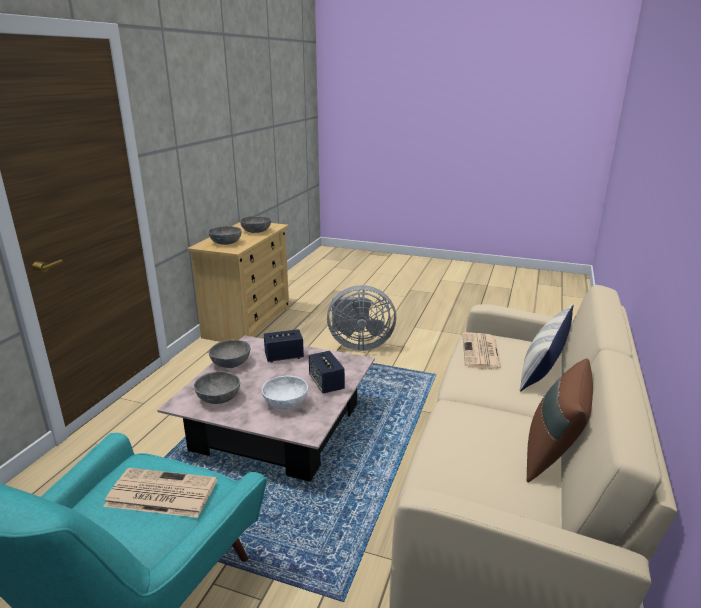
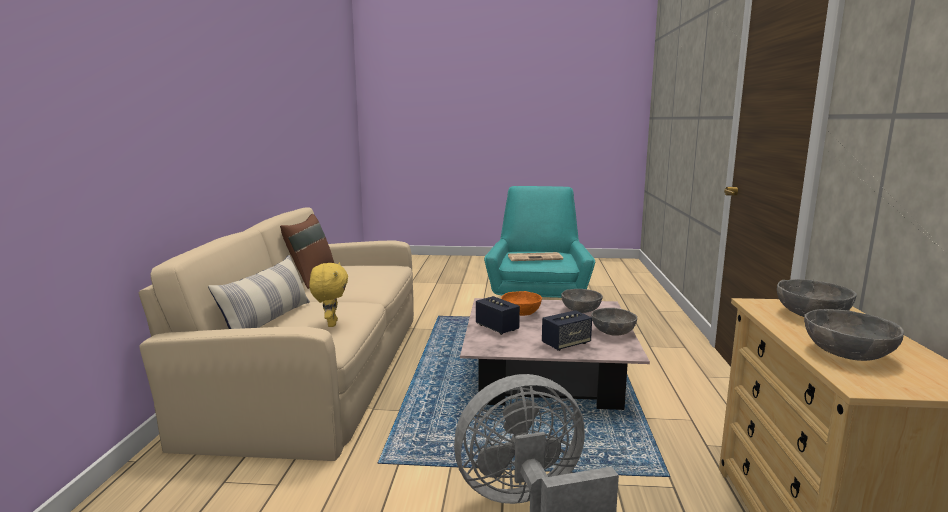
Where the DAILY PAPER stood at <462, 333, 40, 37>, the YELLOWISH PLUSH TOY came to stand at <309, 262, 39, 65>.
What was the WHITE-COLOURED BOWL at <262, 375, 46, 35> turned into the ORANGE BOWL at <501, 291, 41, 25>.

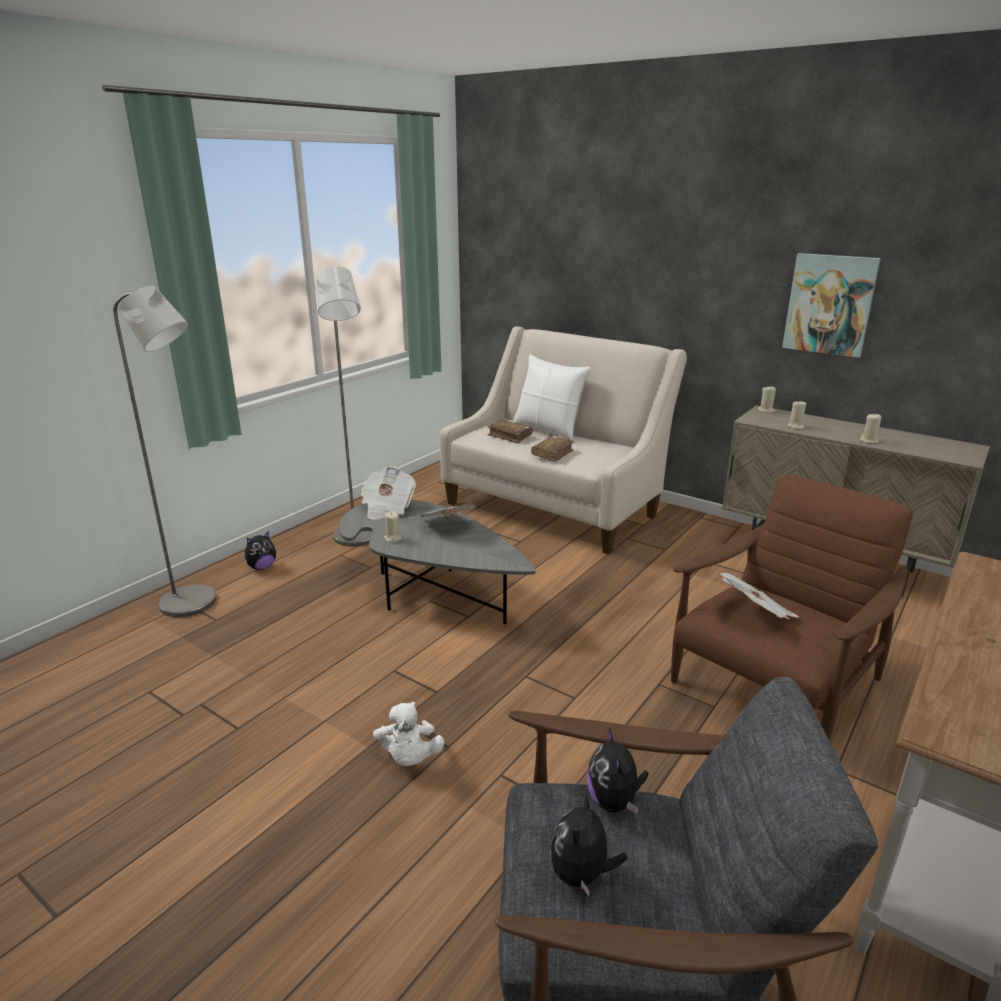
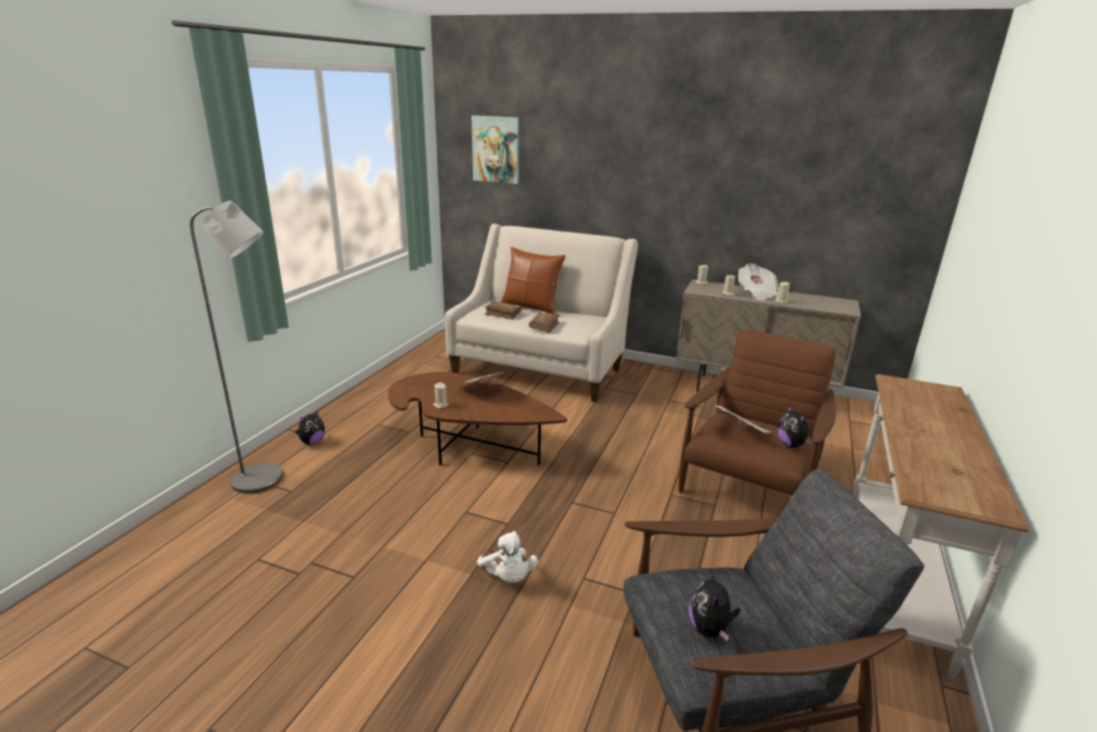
The WALL PICTURE ended up elsewhere, having gone from <782, 253, 99, 105> to <472, 115, 47, 69>.
The second view lost the GREY STANDING LAMP at <316, 266, 57, 280>.
What was the WHITE-COLOURED PILLOW at <513, 355, 78, 85> turned into the BROWN PILLOW at <501, 247, 65, 67>.
The DAILY PAPER ended up elsewhere, having gone from <360, 466, 56, 54> to <738, 264, 41, 36>.
What was the GREY COFFEE TABLE at <339, 500, 197, 124> turned into the BROWN COFFEE TABLE at <388, 372, 179, 93>.
The PLUSH TOY ended up elsewhere, having gone from <587, 728, 62, 86> to <777, 404, 36, 44>.

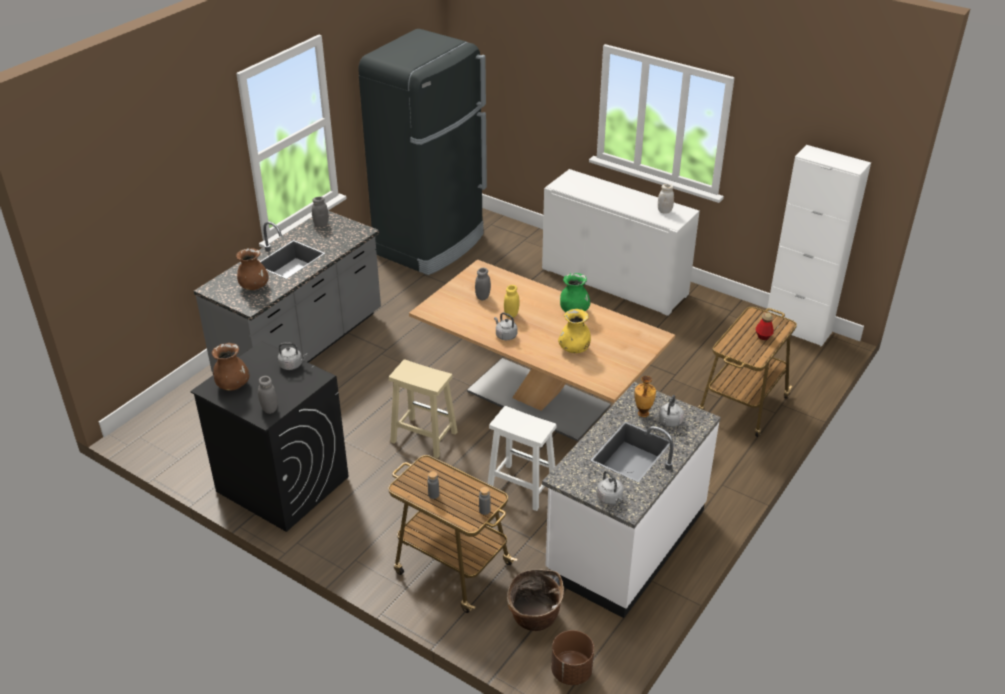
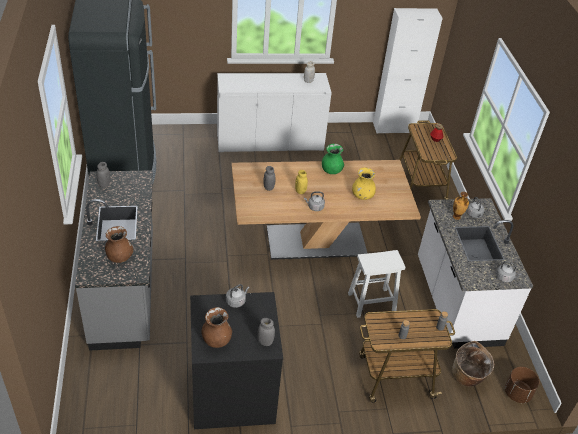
The second view lost the BEIGE-COLOURED STOOL SEAT at <389, 359, 69, 99>.

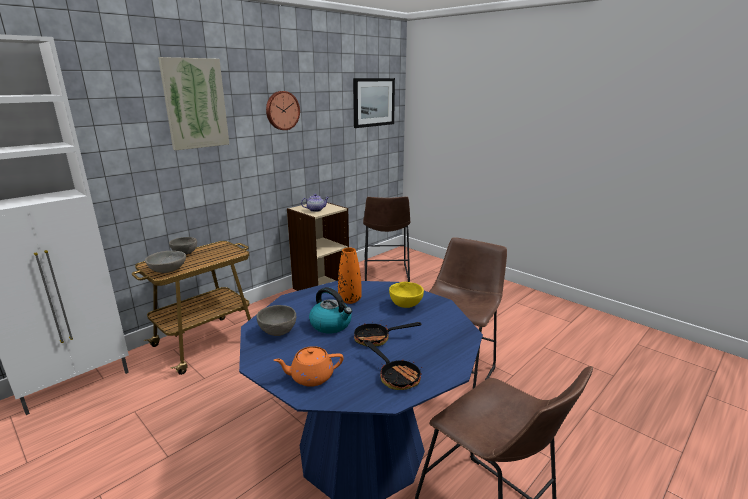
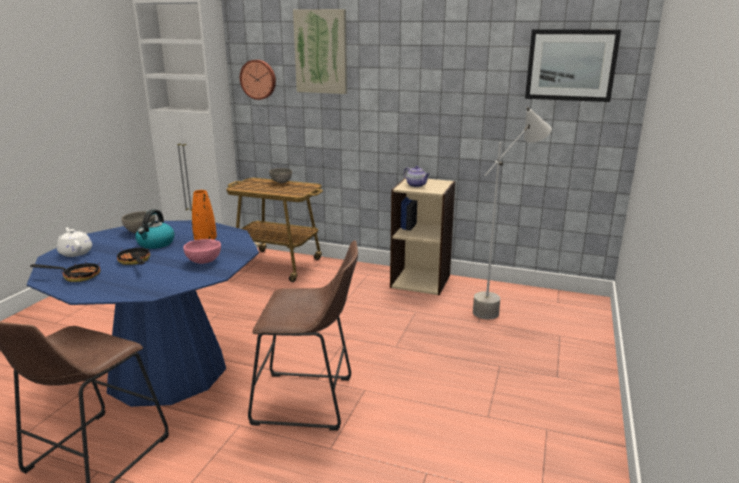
The CLOCK ON THE WALL ended up elsewhere, having gone from <266, 91, 34, 39> to <240, 60, 36, 40>.
Where the BROWN STOOL SEAT stood at <363, 196, 48, 86>, the GREY STANDING LAMP came to stand at <473, 107, 79, 212>.
The second view lost the GREY BOWL at <145, 251, 41, 22>.
What was the YELLOWISH BOWL at <389, 282, 35, 26> turned into the PINK-COLOURED BOWL at <183, 239, 38, 25>.
The FRYING PAN at <364, 340, 58, 50> ended up facing another way, 120 degrees counterclockwise from before.
What was the ORANGE TEA POT at <274, 346, 70, 41> turned into the WHITE-COLOURED TEA POT at <57, 227, 35, 30>.

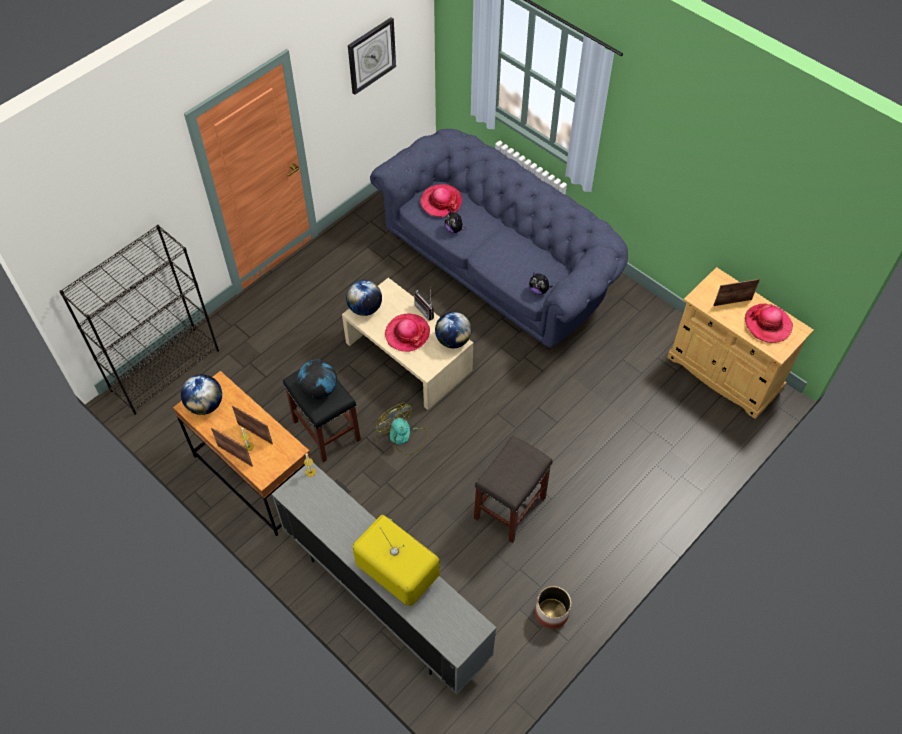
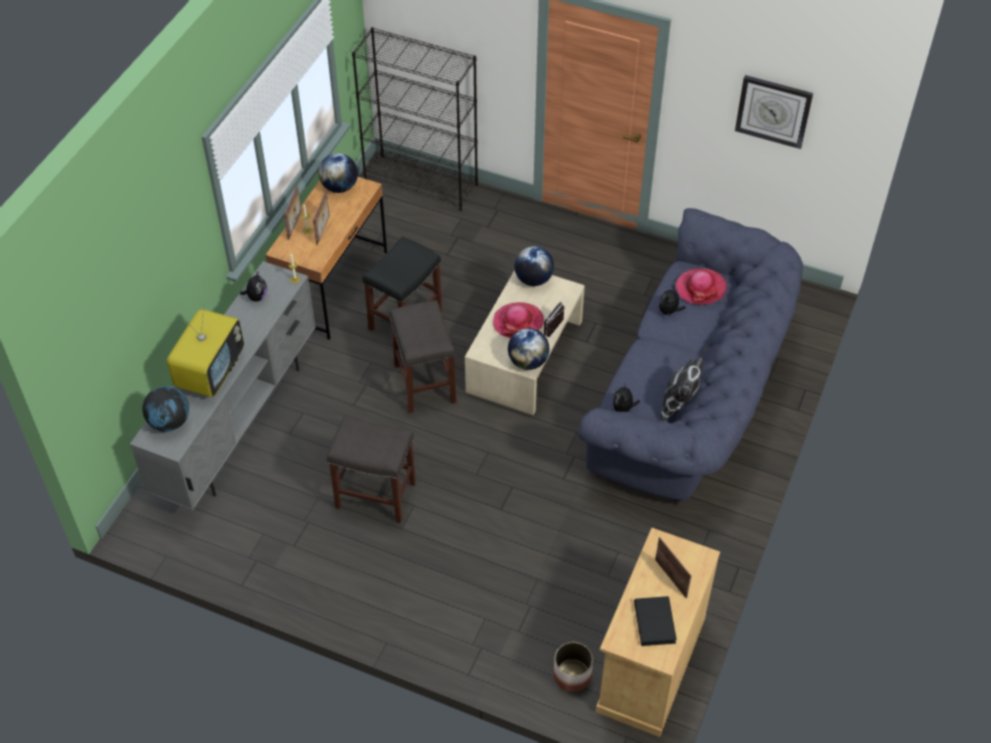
Where the HAT stood at <745, 304, 48, 39>, the BLACKISH VOLUME came to stand at <634, 596, 43, 50>.
The GLOBE ended up elsewhere, having gone from <297, 360, 40, 39> to <142, 386, 47, 46>.
Where the ELECTRIC FAN stood at <375, 403, 54, 52>, the GREY STOOL SEAT came to stand at <390, 300, 66, 113>.
The PLANTER ended up elsewhere, having gone from <535, 586, 36, 43> to <553, 642, 40, 50>.
The second view gained the PLUSH TOY at <240, 272, 27, 30>.
The second view gained the PILLOW at <660, 347, 48, 74>.

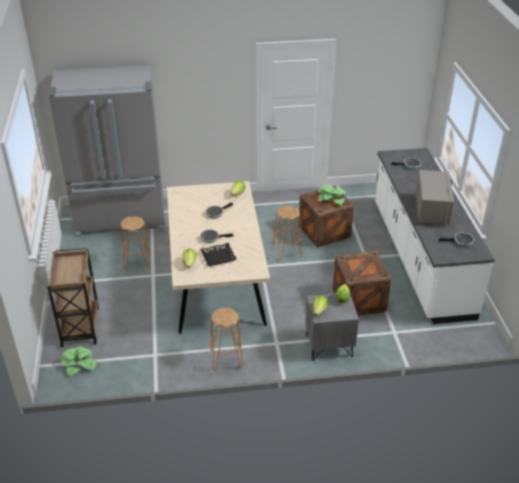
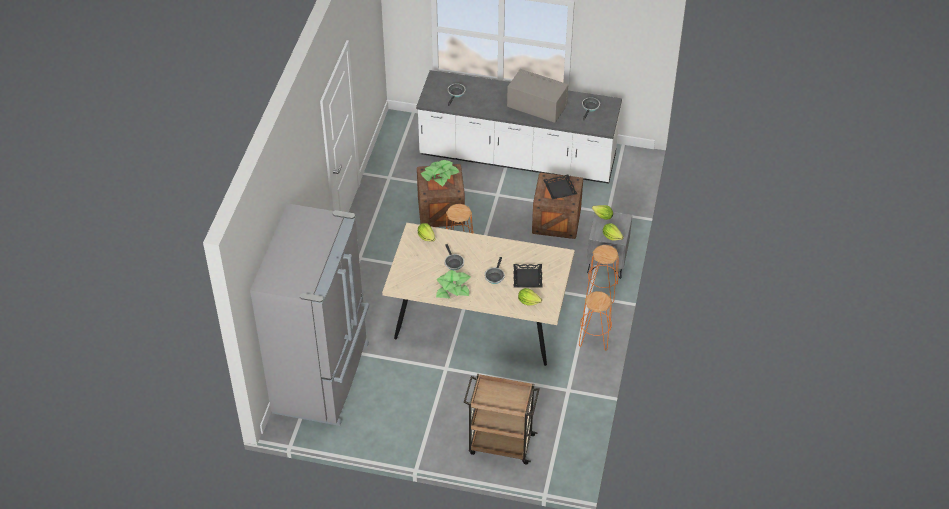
The ORANGE STOOL SEAT ended up elsewhere, having gone from <120, 216, 30, 56> to <586, 245, 33, 58>.
The POTTED PLANT ended up elsewhere, having gone from <61, 346, 36, 31> to <436, 270, 34, 29>.
The second view gained the BLACKISH SERVING TRAY at <543, 175, 34, 24>.

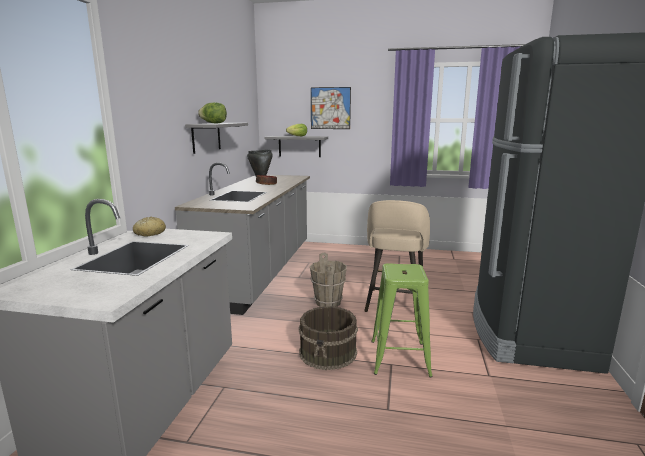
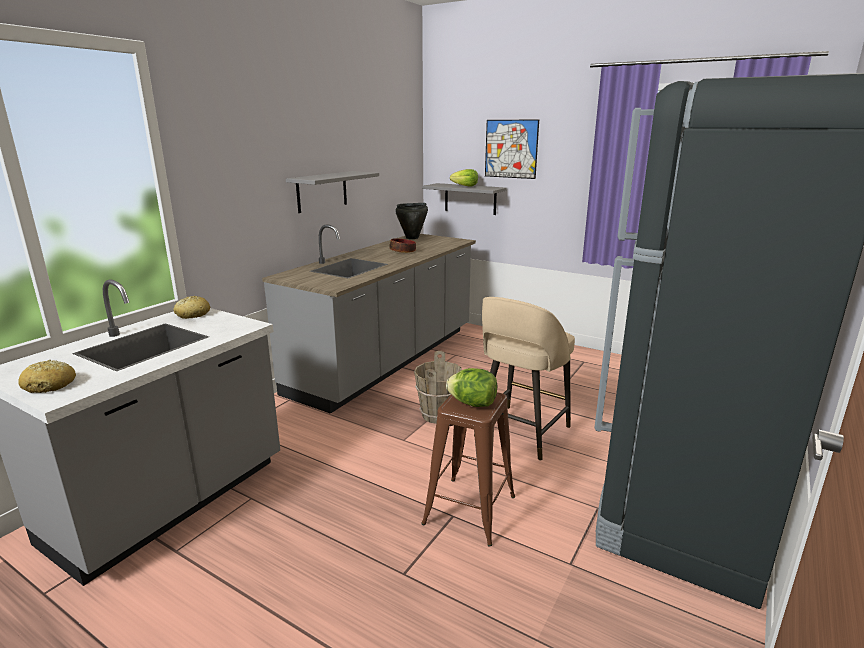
The LETTUCE HEAD ended up elsewhere, having gone from <198, 102, 29, 22> to <446, 368, 51, 39>.
What was the GREENISH STOOL SEAT at <371, 263, 62, 115> turned into the BROWN STOOL SEAT at <421, 392, 94, 155>.
The second view lost the BROWN PAIL at <299, 306, 59, 64>.
The second view gained the BAKED BREAD at <18, 360, 58, 33>.

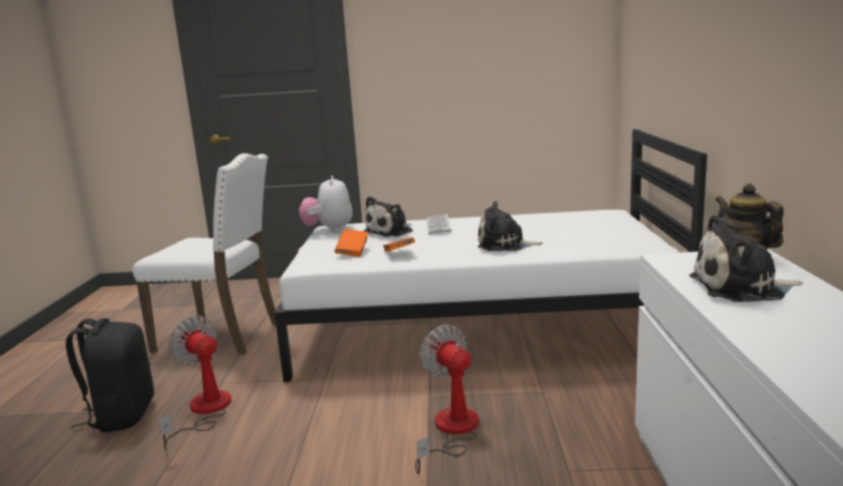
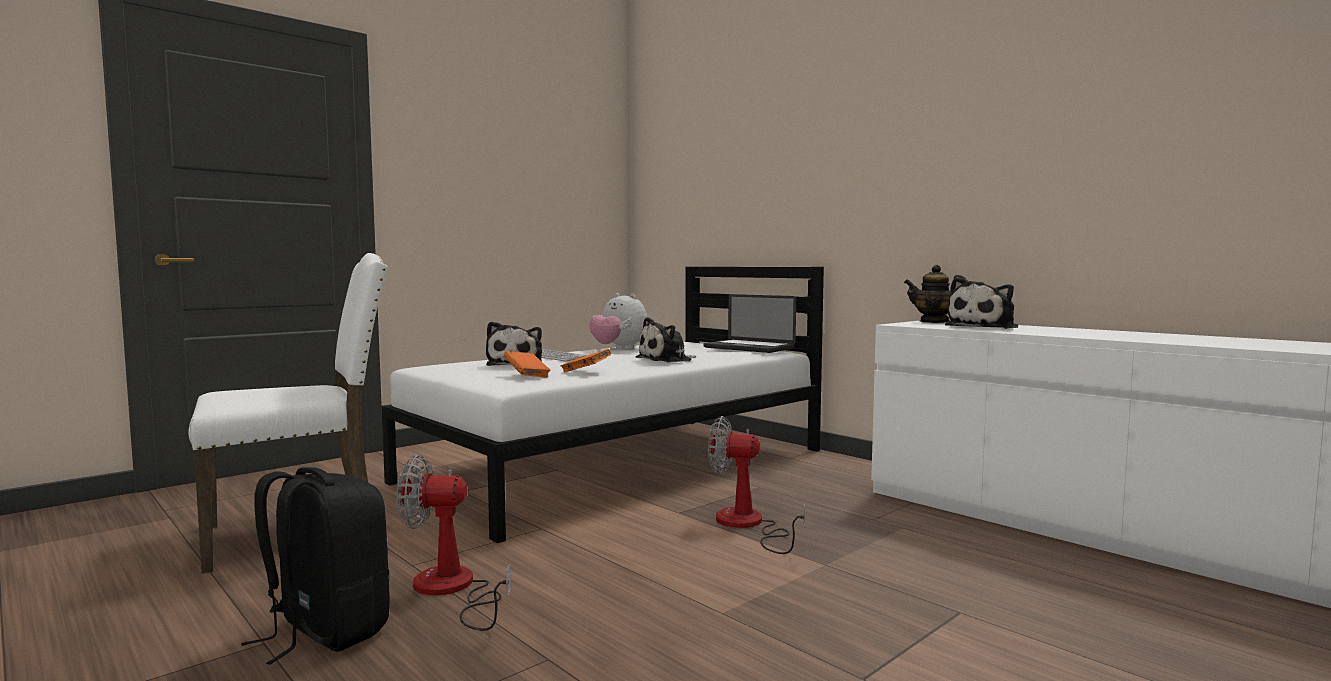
The PLUSH TOY ended up elsewhere, having gone from <299, 176, 54, 56> to <589, 293, 58, 57>.
The second view gained the NOTEBOOK COMPUTER at <703, 294, 93, 59>.

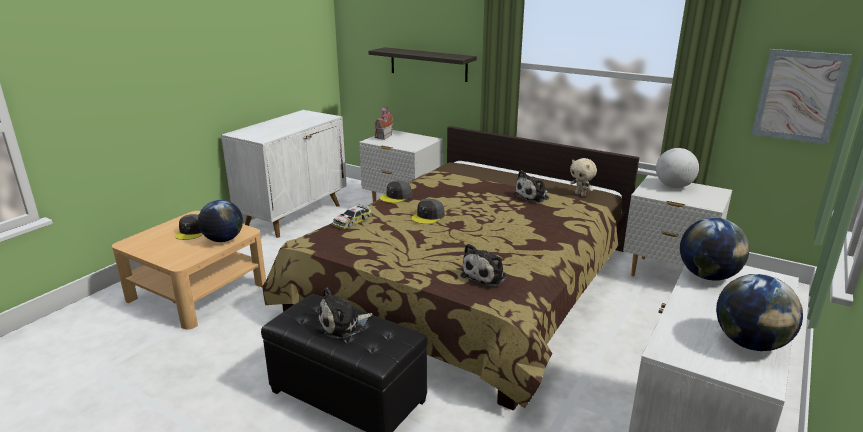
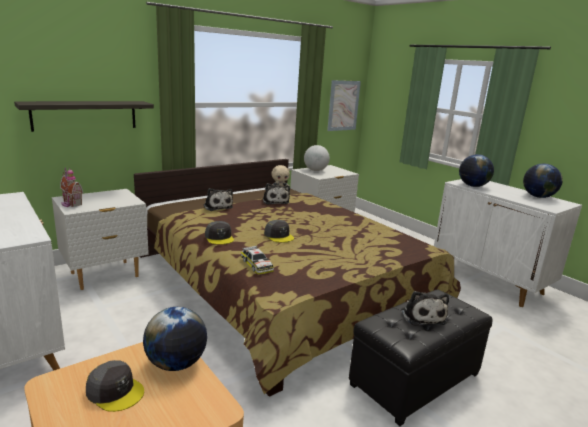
The PLUSH TOY ended up elsewhere, having gone from <460, 244, 47, 43> to <204, 188, 29, 23>.

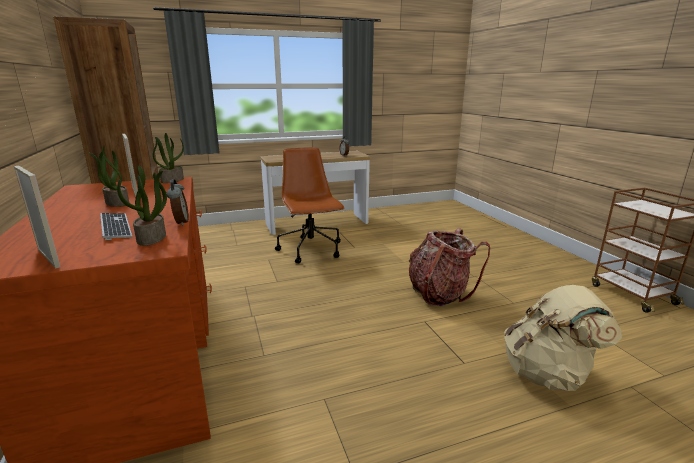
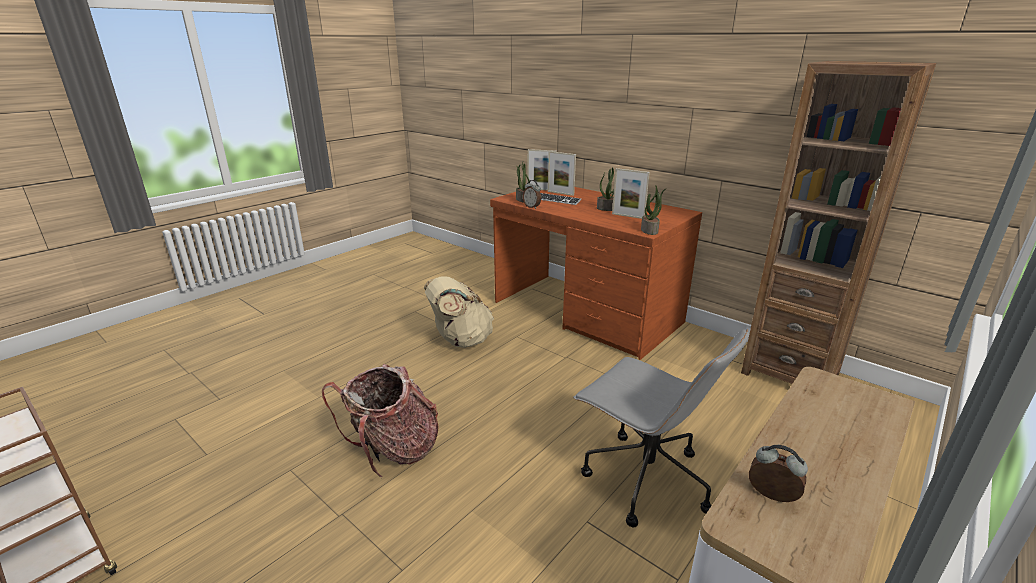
What was the BROWN COMPUTER CHAIR at <275, 147, 69, 116> turned into the GREY COMPUTER CHAIR at <573, 329, 176, 199>.
The BEIGE-COLOURED KNAPSACK ended up elsewhere, having gone from <504, 285, 118, 106> to <424, 276, 70, 72>.
The second view gained the PHOTO FRAME at <548, 151, 28, 45>.

